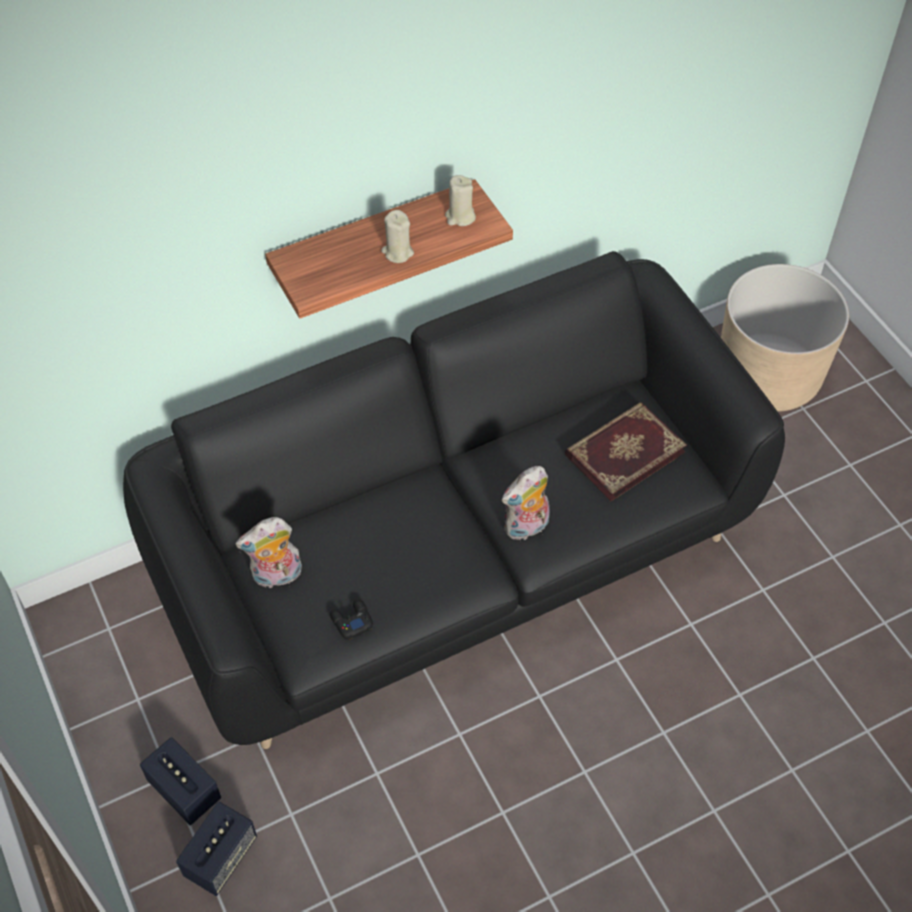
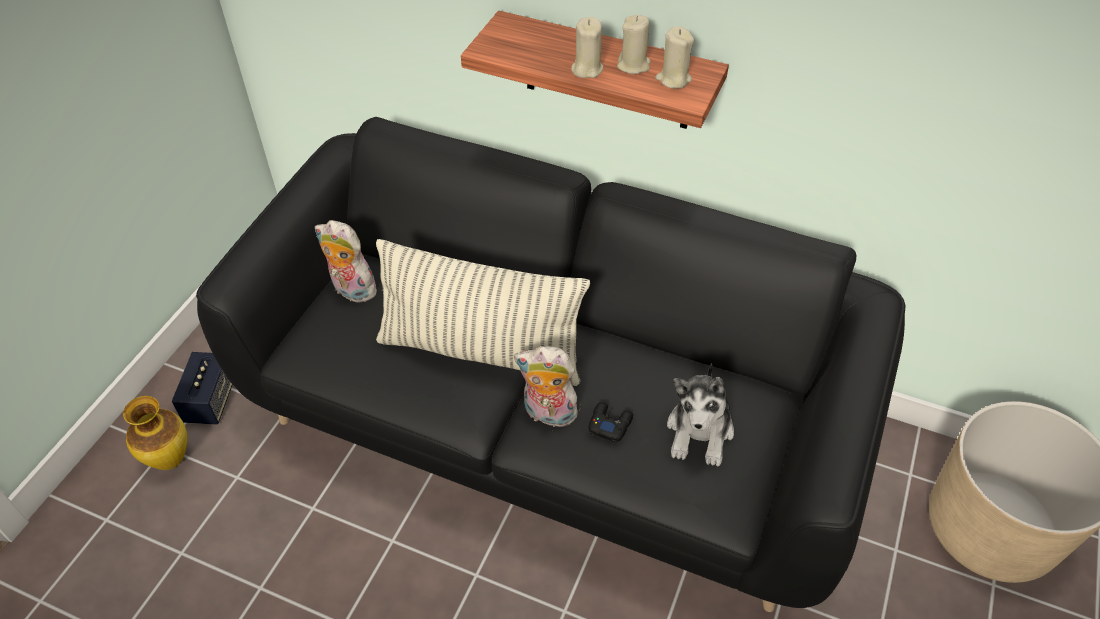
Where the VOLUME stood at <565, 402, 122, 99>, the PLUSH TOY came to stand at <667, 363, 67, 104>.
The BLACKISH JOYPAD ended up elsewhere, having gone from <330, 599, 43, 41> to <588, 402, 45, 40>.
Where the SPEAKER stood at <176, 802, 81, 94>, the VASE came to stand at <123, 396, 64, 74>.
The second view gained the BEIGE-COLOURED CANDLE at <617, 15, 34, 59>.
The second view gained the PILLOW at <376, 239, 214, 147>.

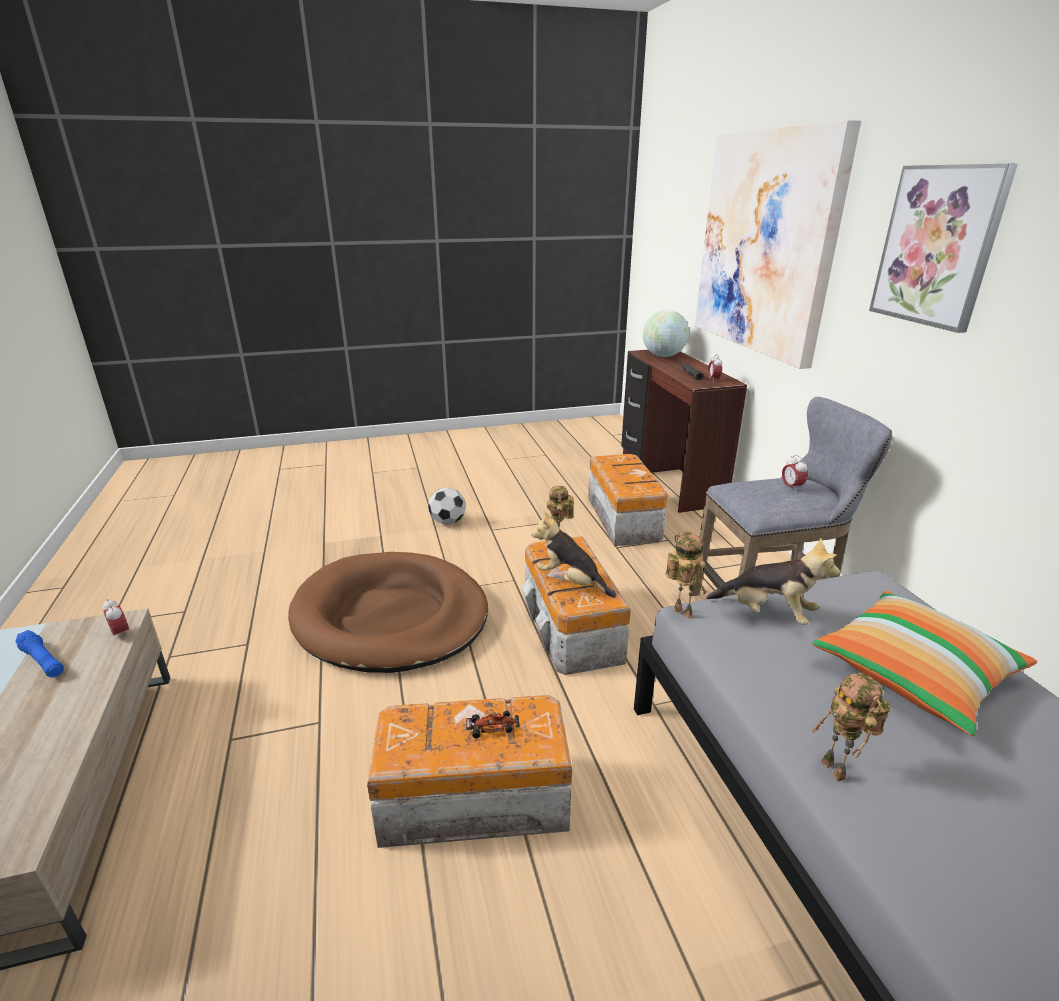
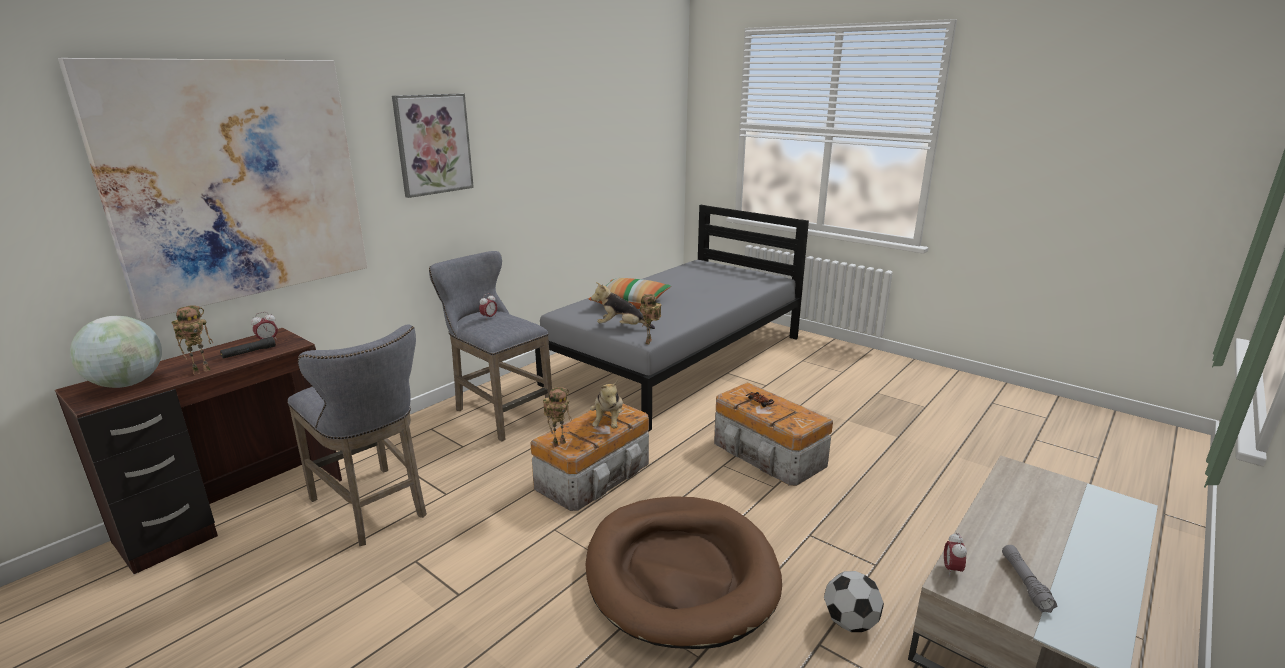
Where the STORAGE BOX stood at <588, 454, 80, 92>, the GREY STOOL SEAT came to stand at <287, 324, 140, 222>.
The FOOTBALL BALL ended up elsewhere, having gone from <428, 487, 38, 38> to <824, 571, 60, 61>.
The PLUSH TOY at <706, 538, 134, 87> ended up facing another way, 75 degrees counterclockwise from before.
What was the BLUE HAND TORCH at <15, 630, 49, 47> turned into the GREY HAND TORCH at <1002, 545, 55, 68>.
The ROBOT FIGURE ended up elsewhere, having gone from <812, 673, 78, 109> to <172, 305, 41, 70>.

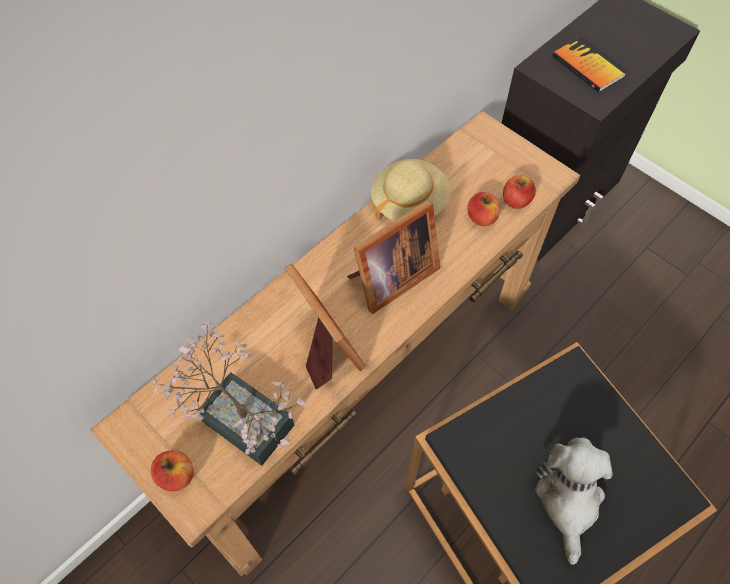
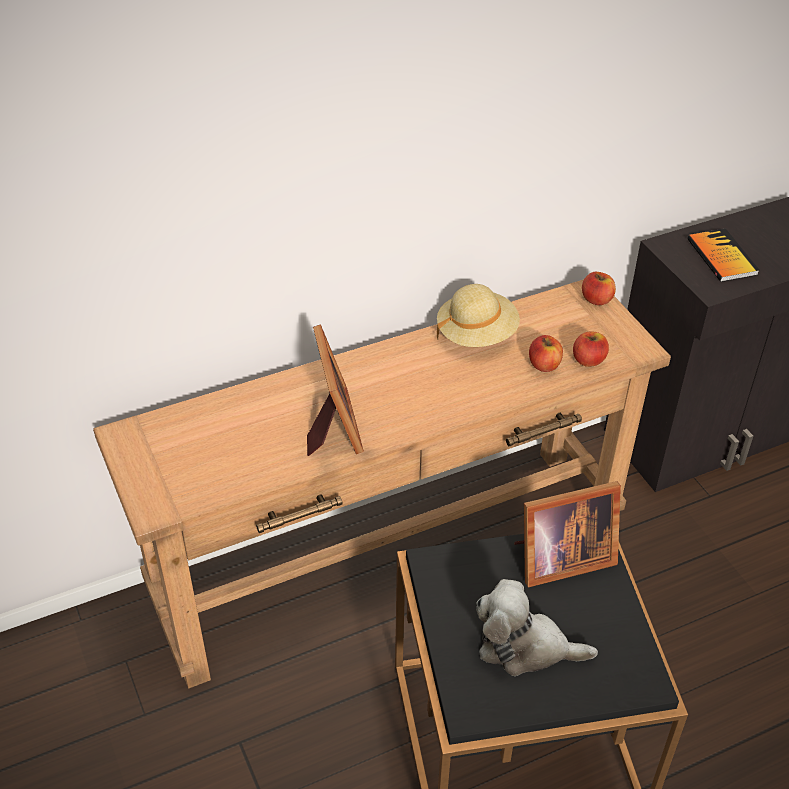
The PHOTO FRAME ended up elsewhere, having gone from <347, 200, 93, 114> to <514, 481, 107, 106>.
The second view lost the POTTED PLANT at <153, 322, 154, 144>.
The PLUSH TOY at <536, 437, 77, 128> ended up facing another way, 105 degrees counterclockwise from before.
The APPLE FRUIT ended up elsewhere, having gone from <151, 450, 43, 41> to <582, 272, 34, 33>.

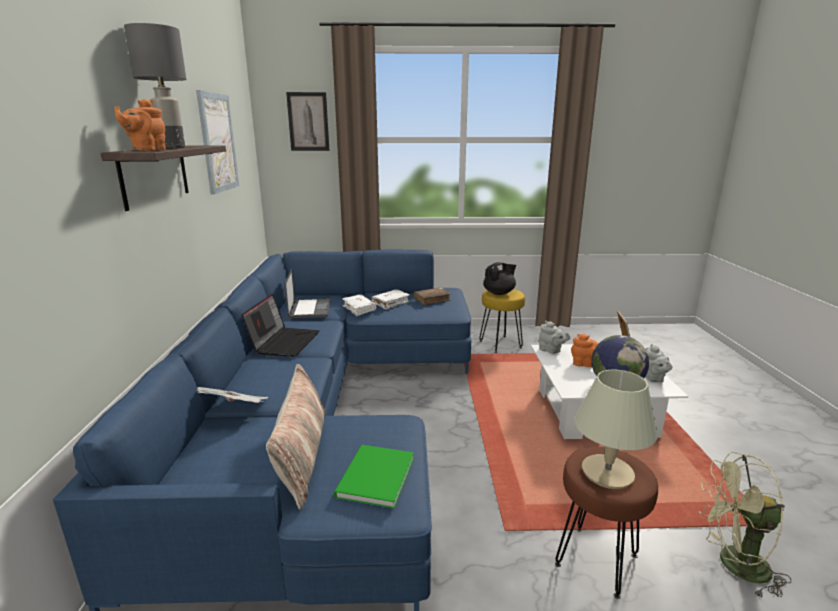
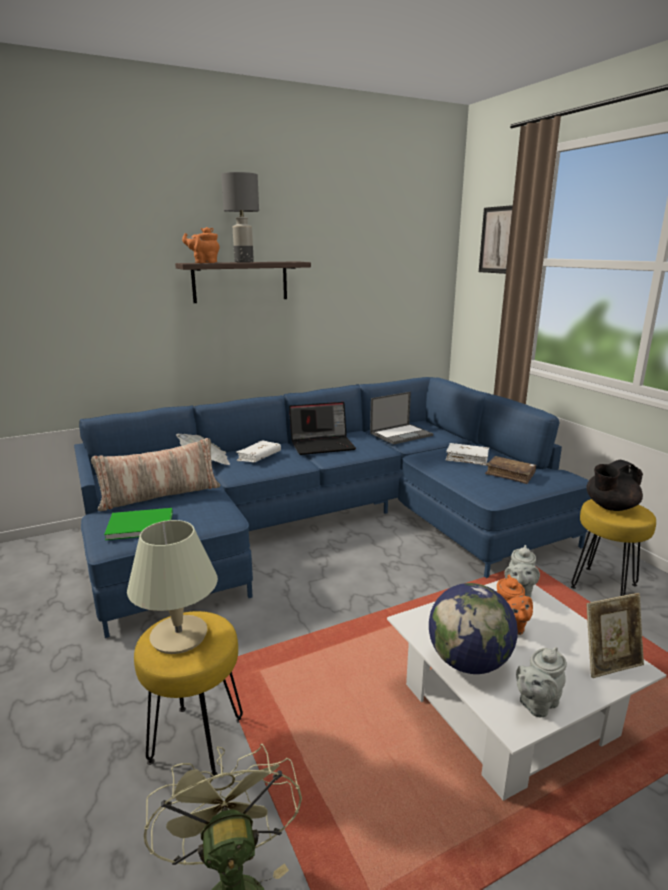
The second view lost the WALL PICTURE at <196, 90, 43, 105>.
The BLACKISH TEA POT at <483, 262, 33, 33> ended up facing another way, 120 degrees clockwise from before.
The WHITE-COLOURED VOLUME ended up elsewhere, having gone from <342, 294, 35, 22> to <236, 440, 45, 23>.
What was the BROWN STOOL SEAT at <555, 447, 103, 152> turned into the YELLOWISH STOOL SEAT at <134, 611, 109, 166>.

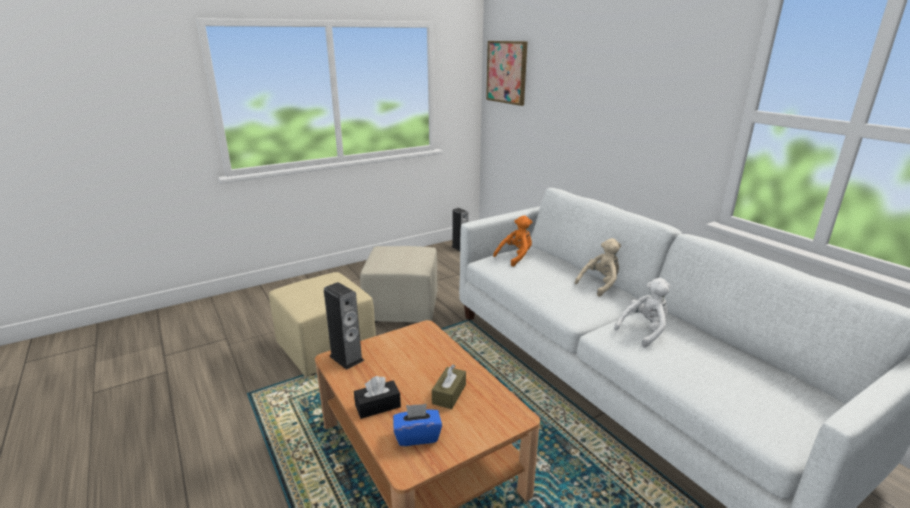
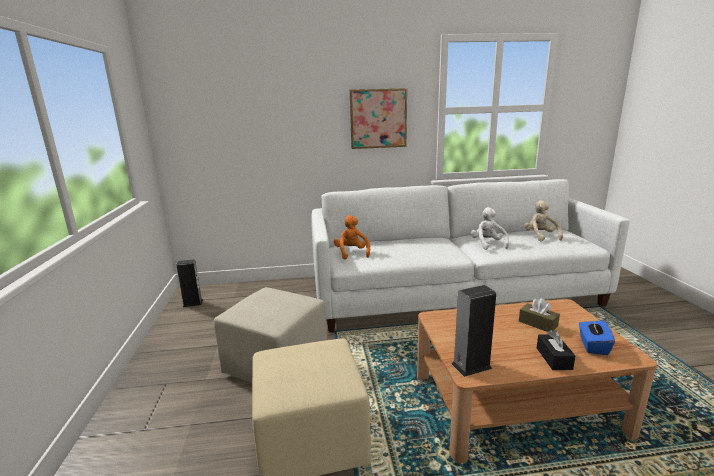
The WALL PICTURE ended up elsewhere, having gone from <486, 41, 41, 65> to <350, 88, 57, 61>.
The BEIGE-COLOURED PLUSH TOY ended up elsewhere, having gone from <575, 238, 46, 59> to <524, 200, 39, 42>.

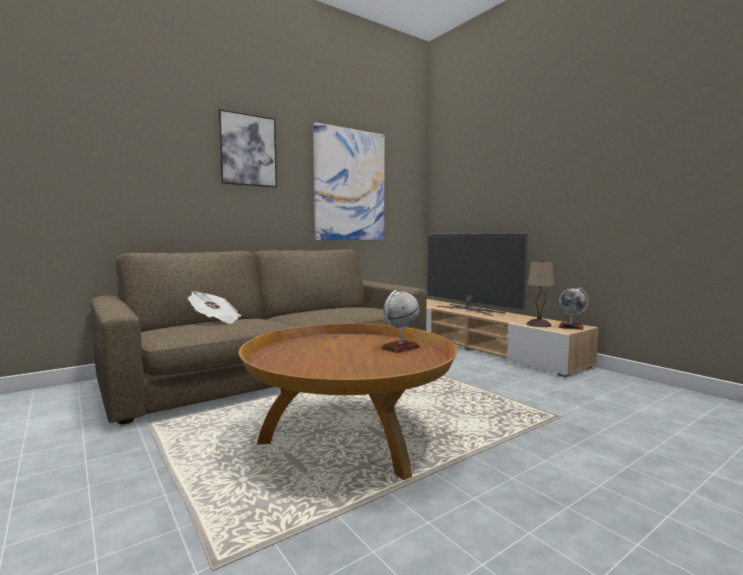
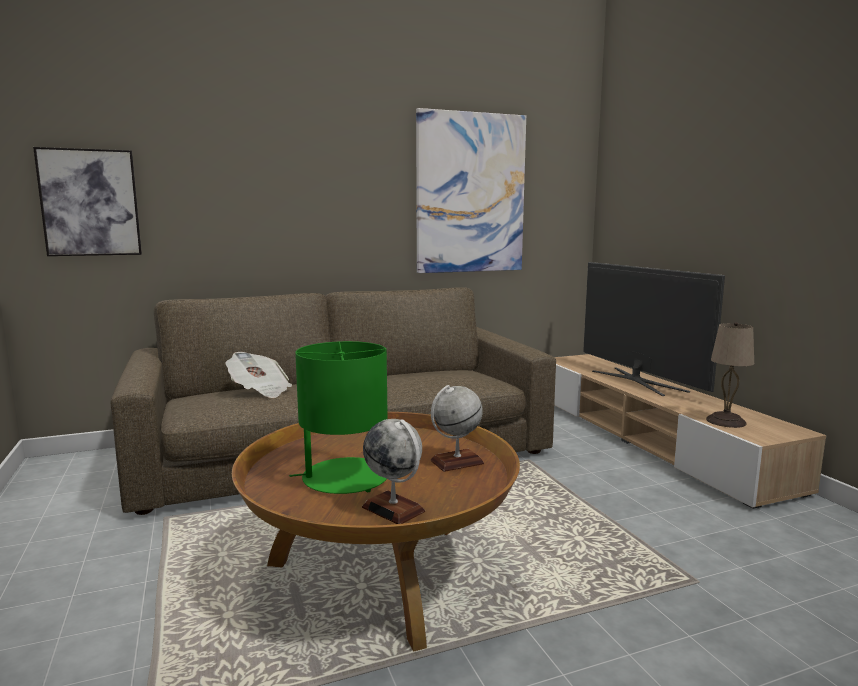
The WALL PICTURE ended up elsewhere, having gone from <218, 109, 59, 78> to <33, 147, 109, 109>.
The GLOBE ended up elsewhere, having gone from <558, 288, 31, 42> to <362, 419, 63, 105>.
The second view gained the GREENISH TABLE LAMP at <289, 341, 99, 153>.

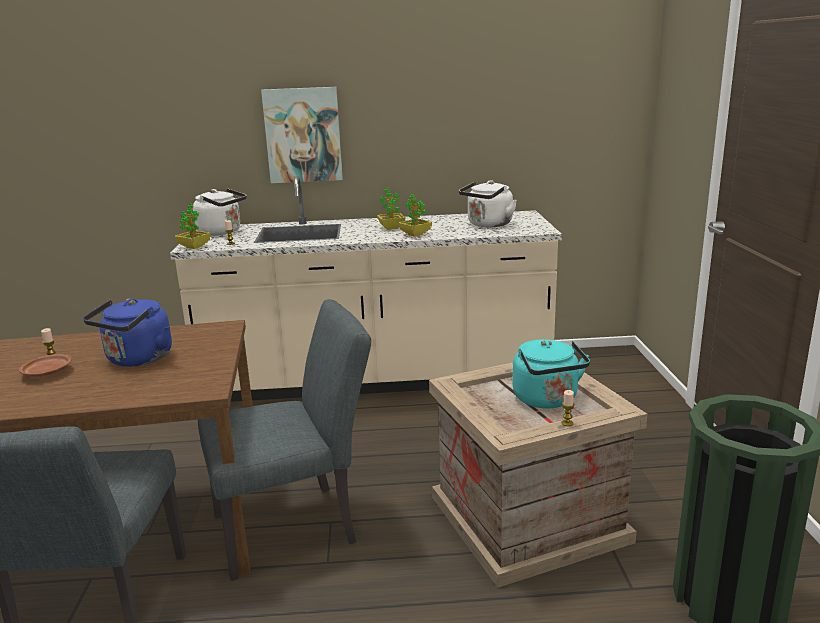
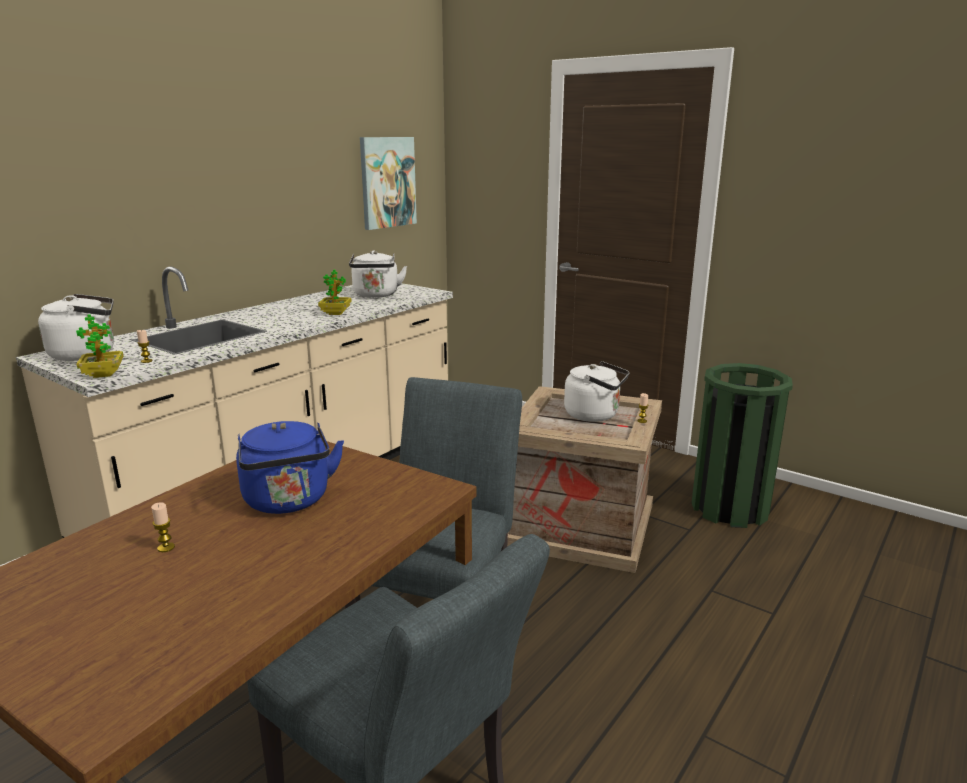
The WALL PICTURE ended up elsewhere, having gone from <261, 87, 82, 96> to <360, 137, 57, 93>.
The second view lost the POTTED PLANT at <377, 188, 28, 42>.
What was the TURQUOISE-COLOURED KETTLE at <513, 339, 77, 69> turned into the WHITE-COLOURED KETTLE at <564, 361, 65, 61>.
The second view lost the BROWN FLAT DISH at <19, 354, 53, 23>.

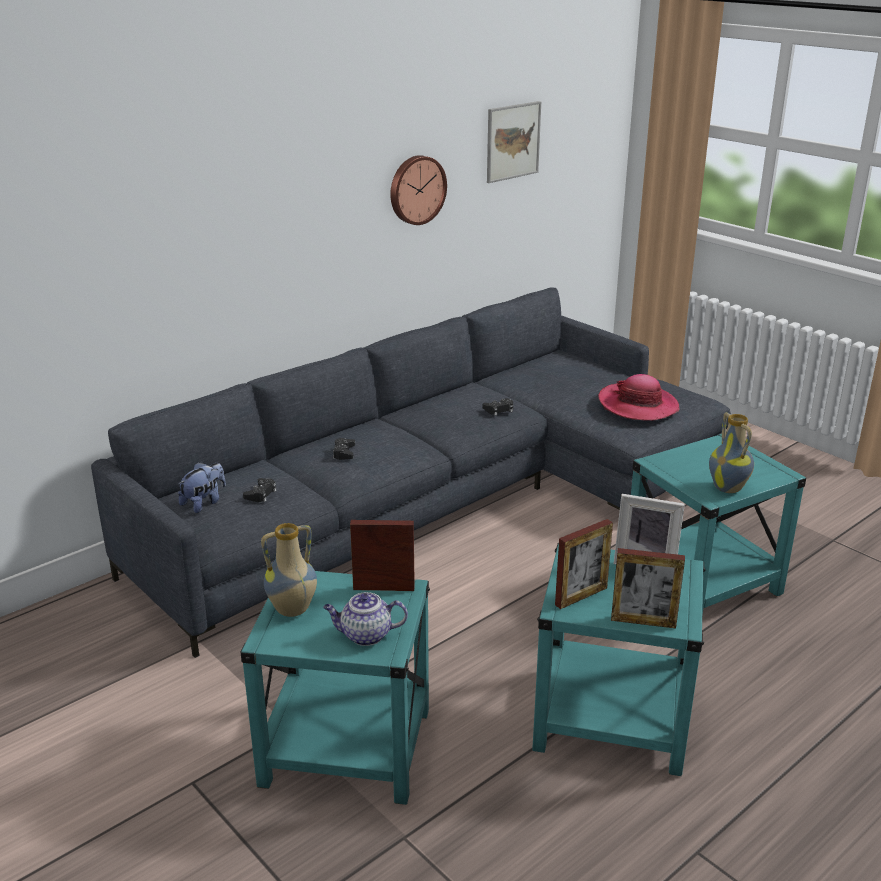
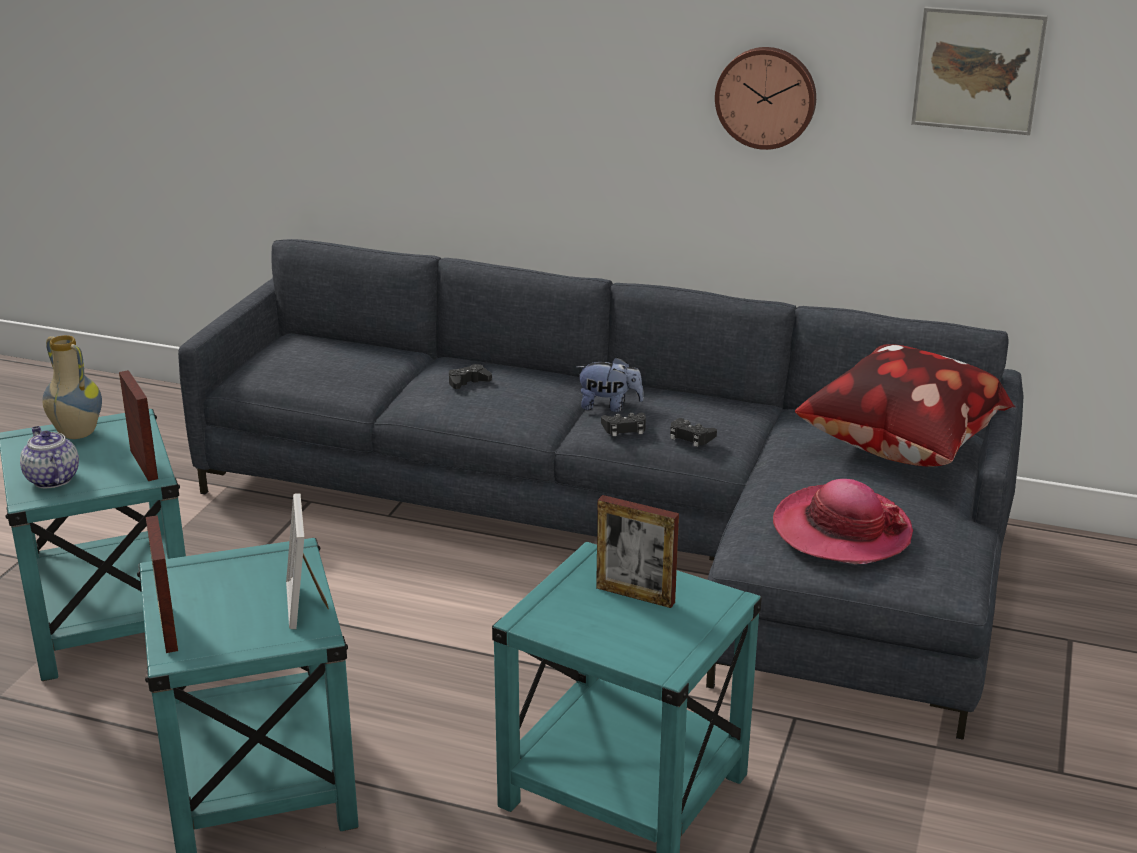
The second view lost the VASE at <709, 412, 45, 81>.
The PLUSH TOY ended up elsewhere, having gone from <178, 462, 48, 51> to <576, 357, 68, 55>.
The BLACKISH JOYPAD ended up elsewhere, having gone from <243, 478, 34, 24> to <601, 413, 45, 23>.
The PHOTO FRAME ended up elsewhere, having gone from <555, 519, 58, 90> to <596, 495, 83, 113>.
The second view gained the PILLOW at <795, 344, 221, 123>.

